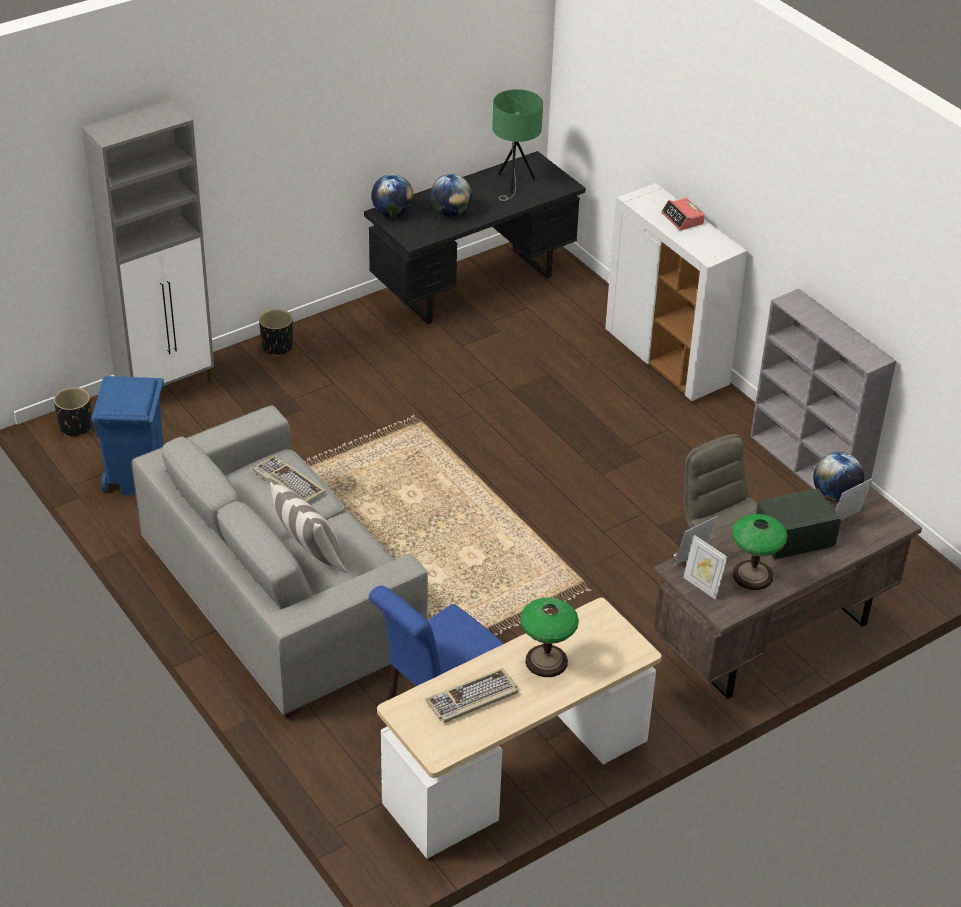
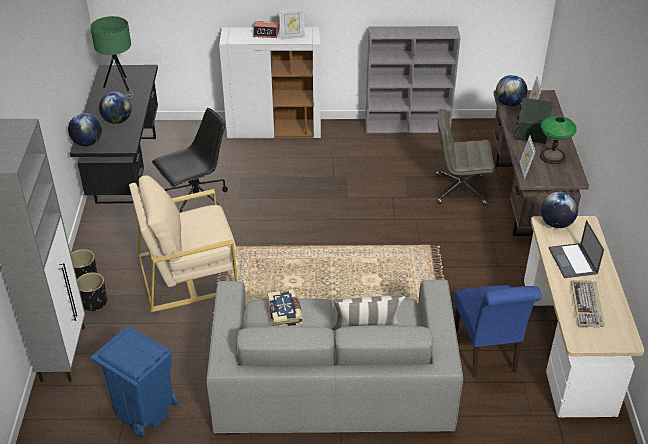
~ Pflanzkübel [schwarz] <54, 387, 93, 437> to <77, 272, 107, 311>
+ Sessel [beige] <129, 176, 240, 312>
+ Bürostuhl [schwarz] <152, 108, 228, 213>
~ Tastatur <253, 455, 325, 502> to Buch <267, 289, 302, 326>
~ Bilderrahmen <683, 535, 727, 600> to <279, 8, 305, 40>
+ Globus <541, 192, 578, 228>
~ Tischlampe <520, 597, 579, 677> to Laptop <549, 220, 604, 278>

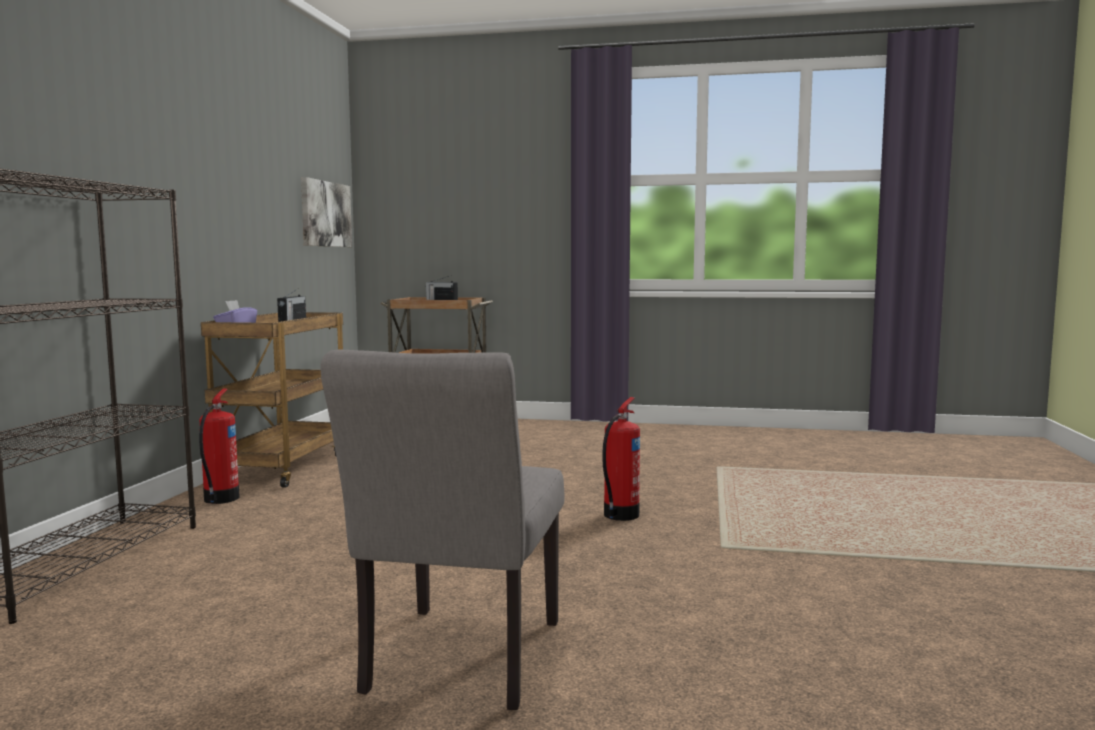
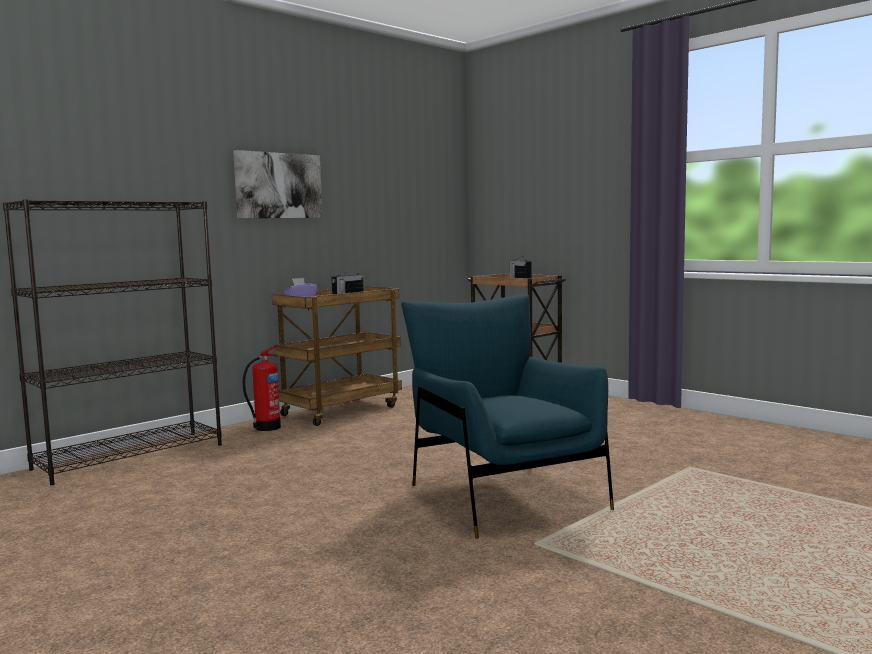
~ Bild <301, 177, 352, 247> to <233, 150, 322, 218>
~ Feuerlöscher <602, 397, 640, 521> to Sessel [blau] <401, 294, 614, 539>
- Stuhl [grau] <321, 350, 564, 710>

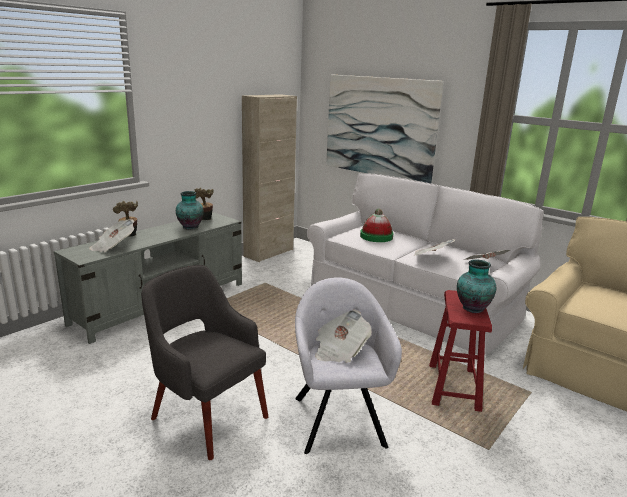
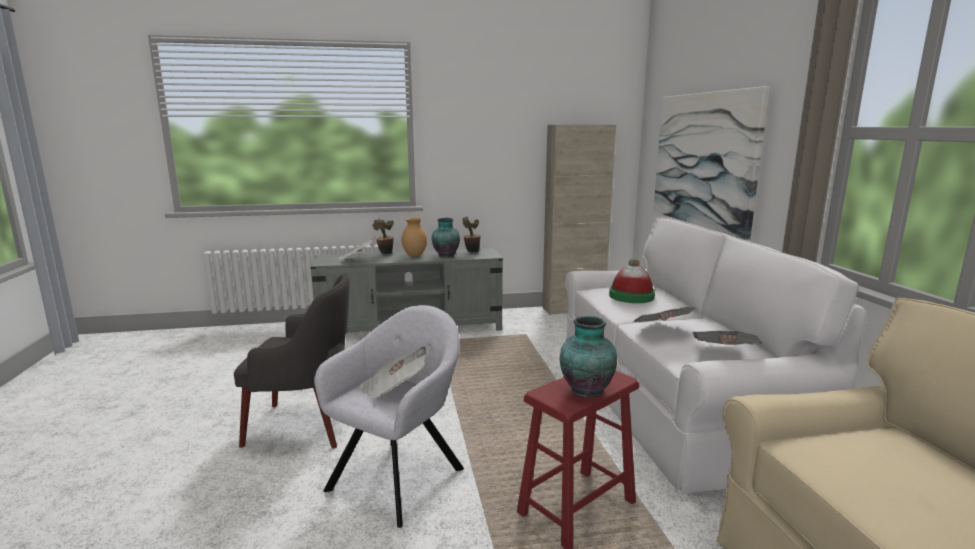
~ Sessel [grau] <141, 265, 268, 460> = <234, 273, 349, 449> 105 degrees clockwise
+ Vase [braun] <402, 218, 427, 257>

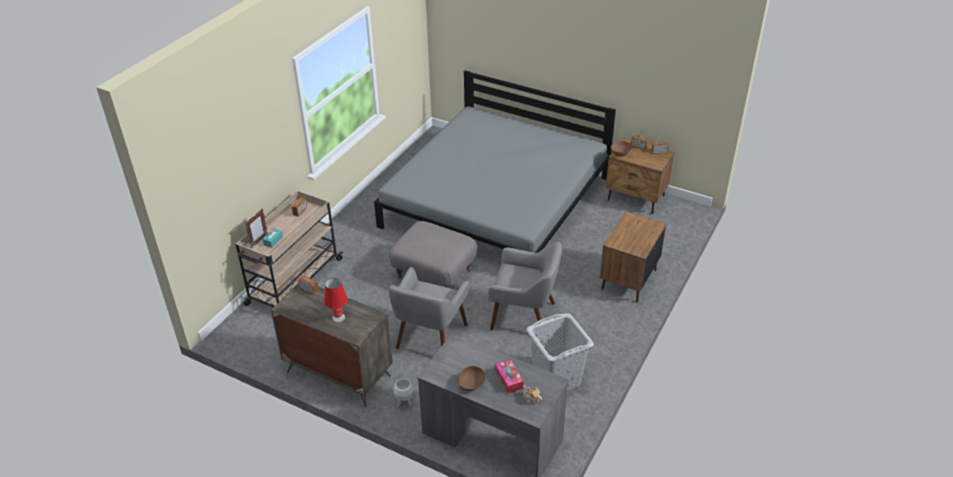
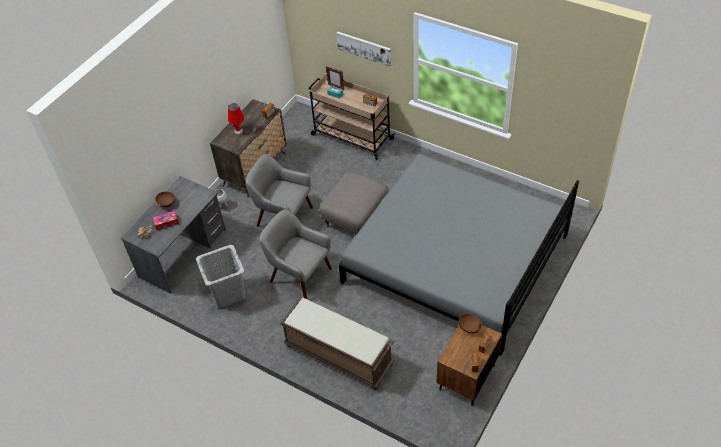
~ Sessel [grau] <488, 242, 562, 331> = <259, 209, 332, 299> 105 degrees clockwise
~ Nachttisch [braun] <600, 212, 666, 302> to Bank [braun] <280, 297, 395, 390>
+ Bild <336, 32, 391, 67>

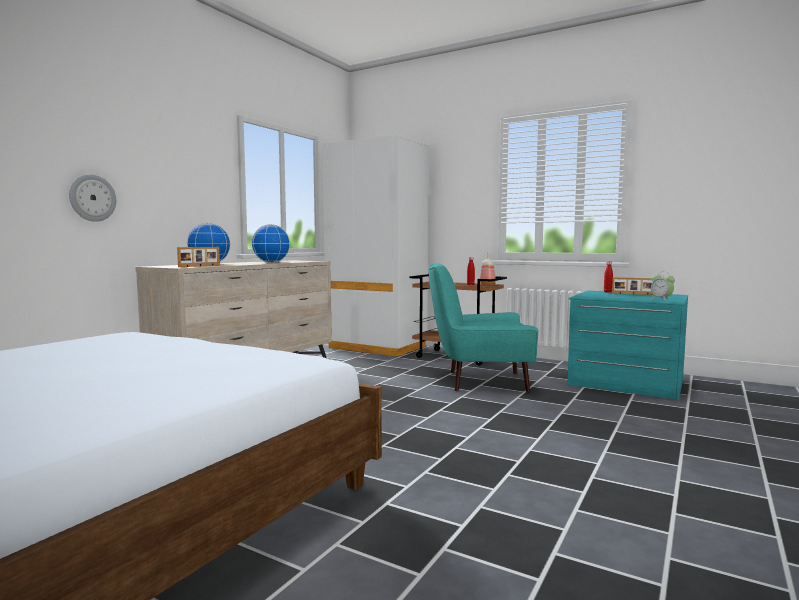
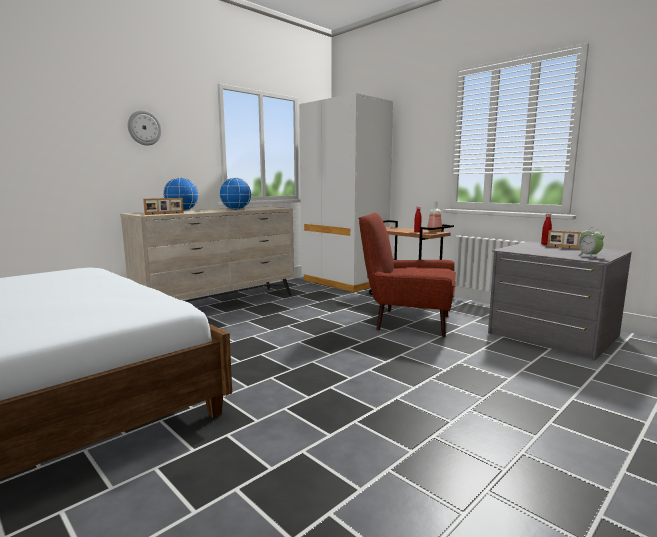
~ Wanduhr <69, 174, 116, 222> to <128, 110, 162, 146>
~ Sessel [türkis] <428, 263, 538, 392> to Sessel [rot] <359, 213, 456, 337>
~ Kommode [türkis] <567, 291, 688, 400> to Kommode [grau] <488, 242, 632, 361>

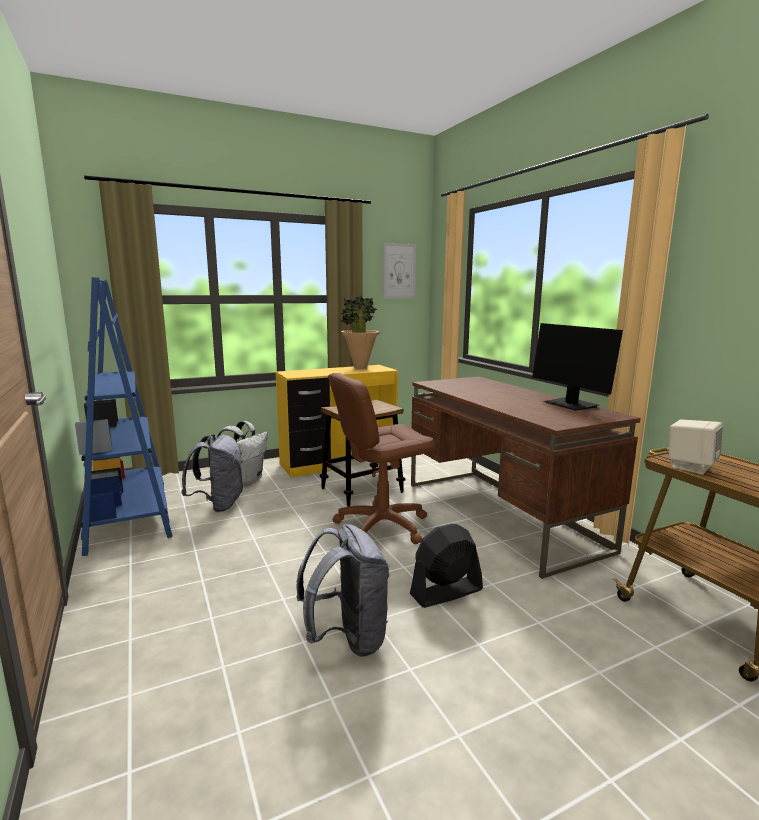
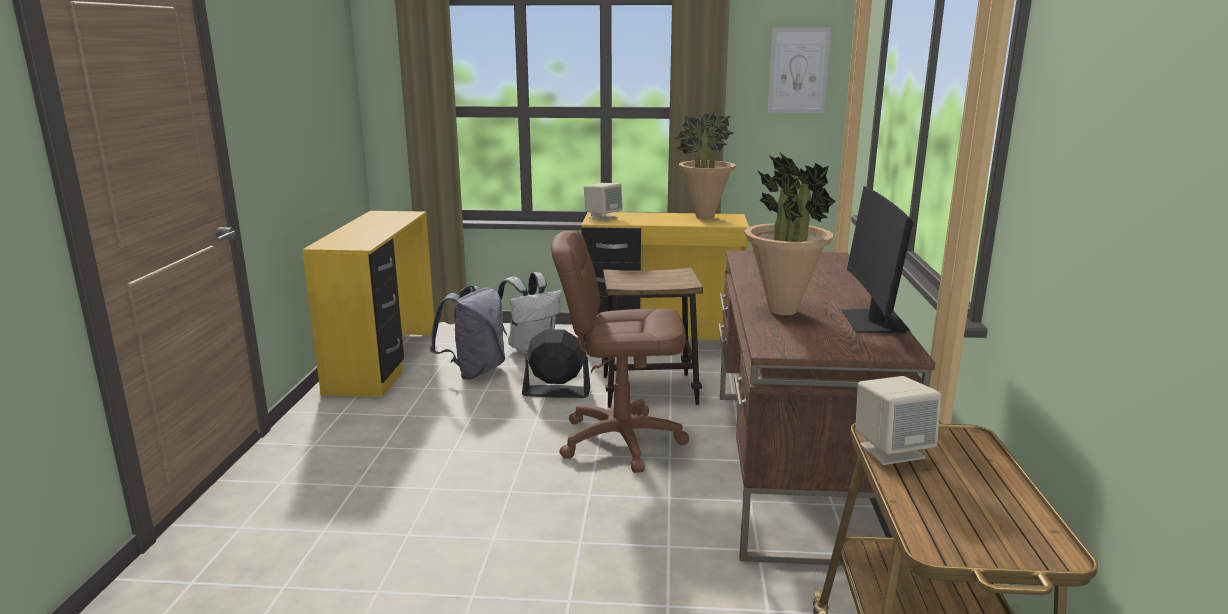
~ Bücherregal [blau] <75, 277, 173, 556> to Schreibtisch [gelb] <302, 211, 434, 398>
~ Ventilator [schwarz] <410, 524, 483, 608> to <522, 329, 590, 398>
+ Lautsprecher [beige] <584, 183, 623, 221>
+ Topfpflanze <744, 153, 836, 315>
- Rucksack [grau] <296, 524, 389, 657>

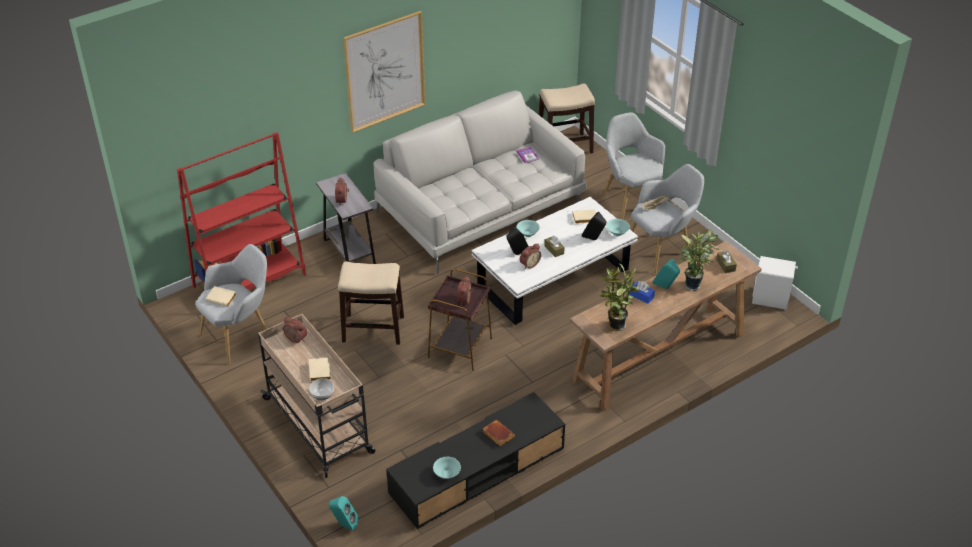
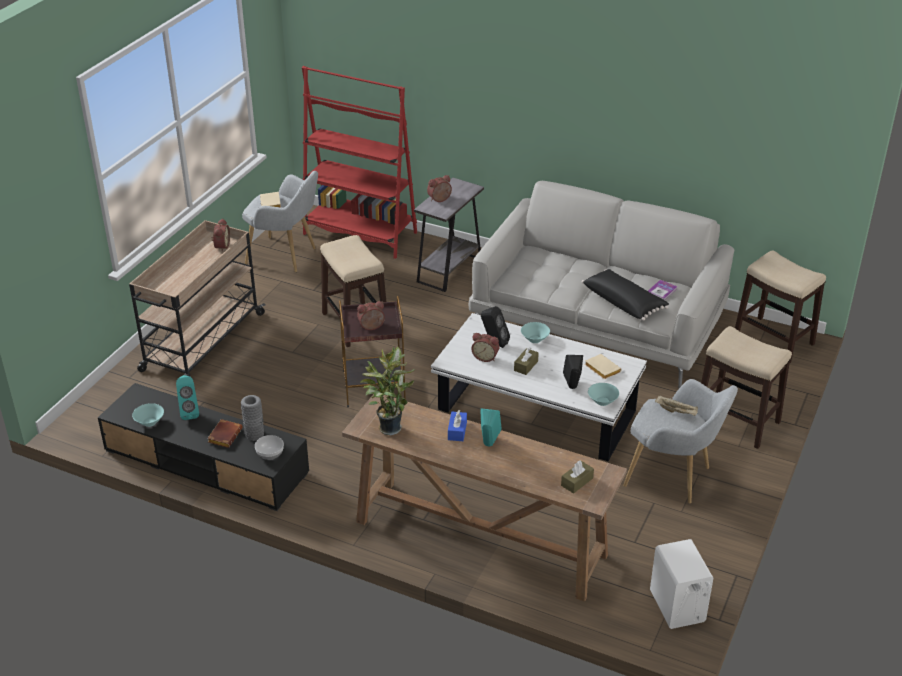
~ Lautsprecher [türkis] <329, 496, 359, 531> to <176, 375, 199, 420>
+ Vase [grau] <241, 395, 264, 441>
~ Schüssel <309, 378, 334, 400> to <255, 435, 284, 460>
+ Kissen [schwarz] <582, 269, 669, 321>
~ Sessel [grau] <604, 112, 665, 220> to Hocker <701, 326, 792, 449>
- Buch [beige] <308, 358, 331, 381>
- Bild <343, 11, 426, 133>
- Topfpflanze <680, 229, 721, 291>

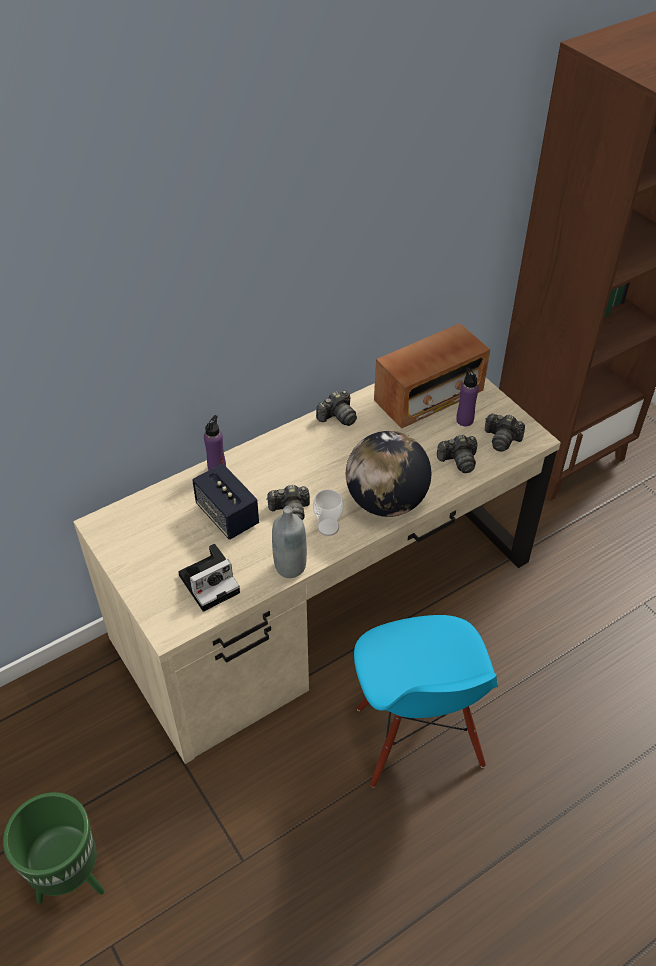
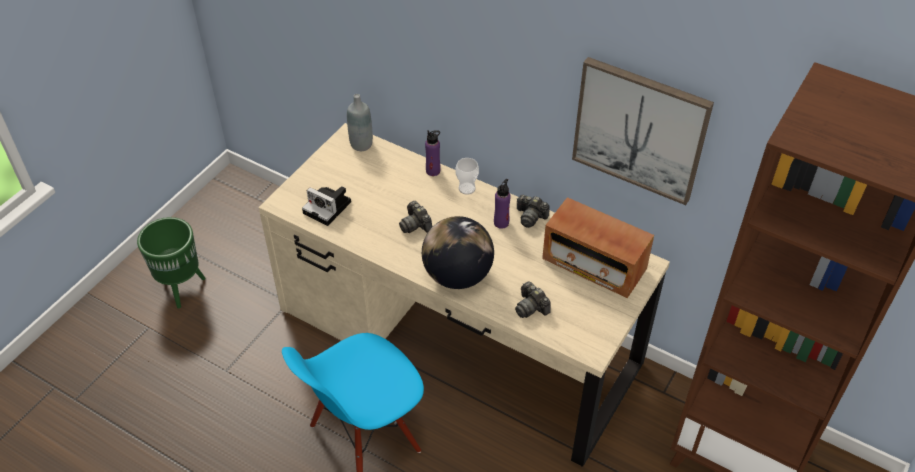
~ Flasche [grau] <272, 506, 307, 578> to <347, 94, 373, 151>
~ Tasse <313, 489, 344, 536> to <455, 158, 479, 195>
~ Flasche [lila] <456, 367, 479, 426> to <494, 179, 511, 229>
+ Bild <572, 57, 714, 205>
- Lautsprecher <192, 463, 259, 540>
- Kamera <485, 414, 525, 452>

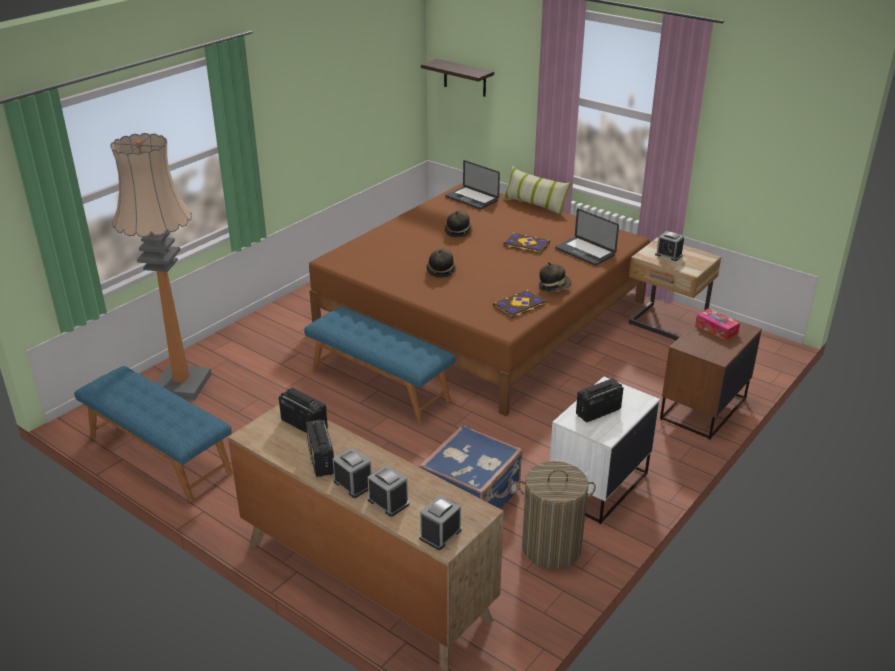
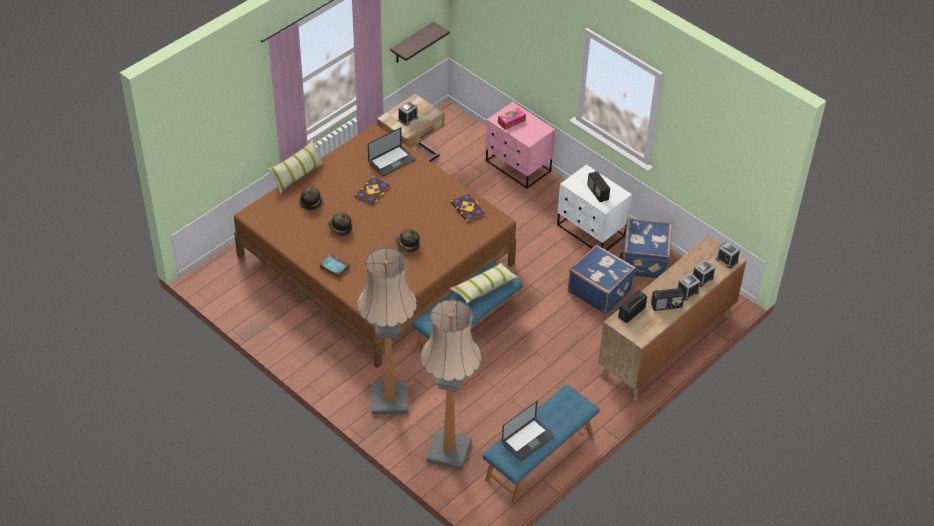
~ Hut <539, 262, 571, 292> to <300, 187, 323, 210>
+ Buch <320, 254, 350, 278>
+ Stehlampe <357, 247, 417, 415>
~ Wandregal <421, 59, 494, 97> to <390, 22, 450, 63>
+ Kissen <450, 263, 519, 304>
~ Nachttisch [braun] <660, 318, 762, 440> to Nachttisch [rosa] <486, 102, 555, 189>
~ Laptop <445, 160, 500, 209> to <502, 401, 555, 461>
~ Wäschekorb <517, 461, 596, 569> to Koffer [blau] <619, 218, 672, 279>

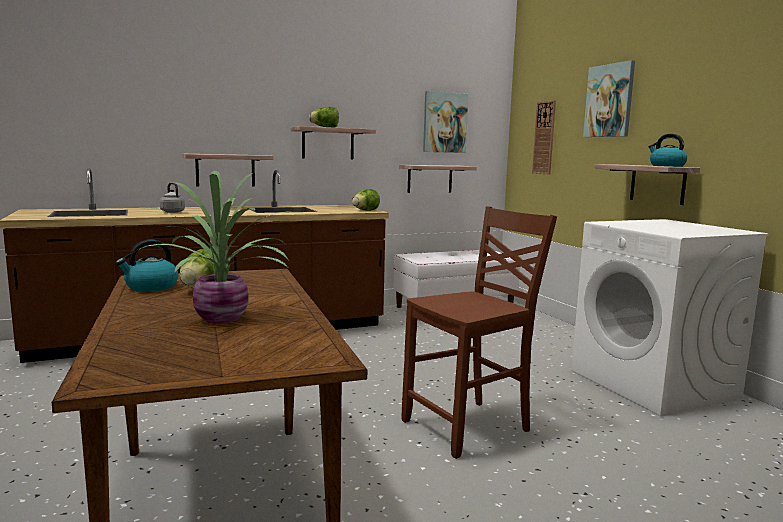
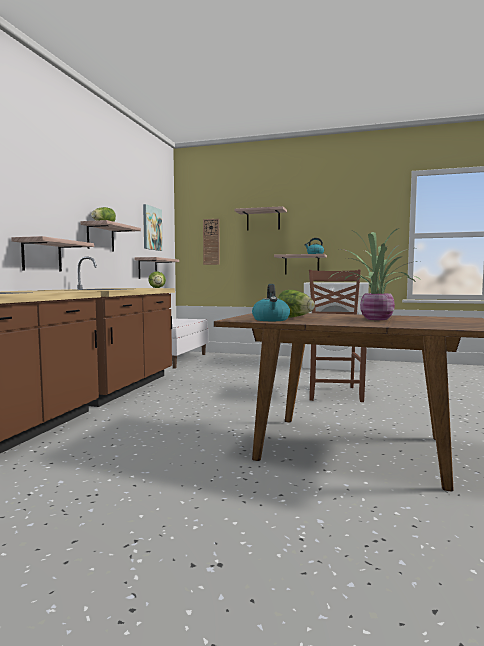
~ Bild <583, 60, 635, 137> to Wandregal <234, 206, 287, 231>
- Wasserkessel [grau] <160, 183, 185, 213>

